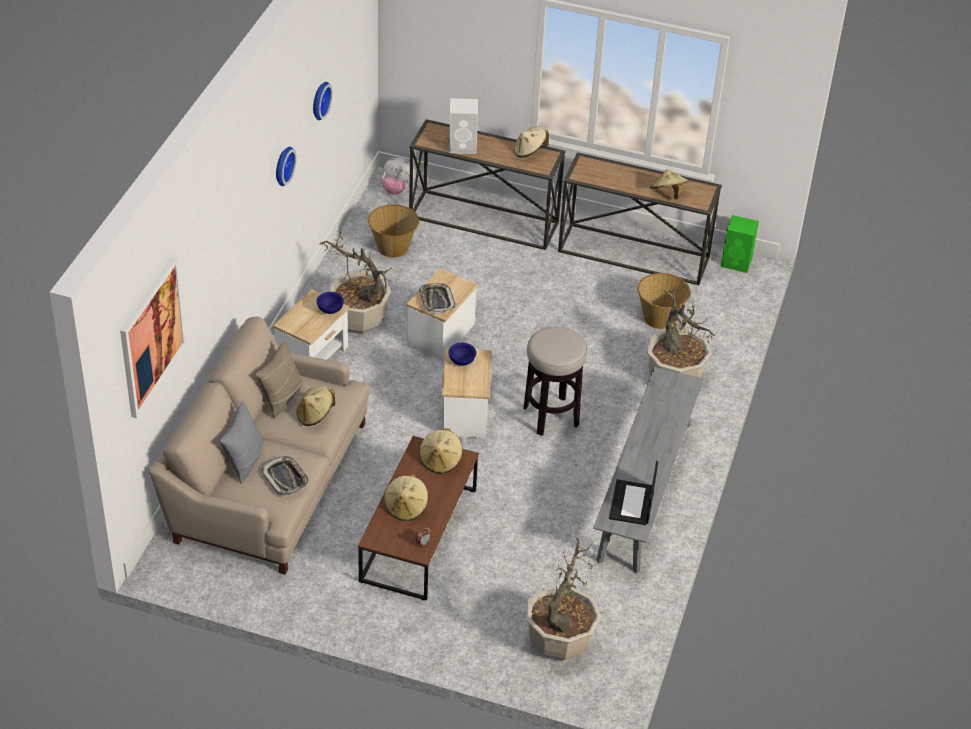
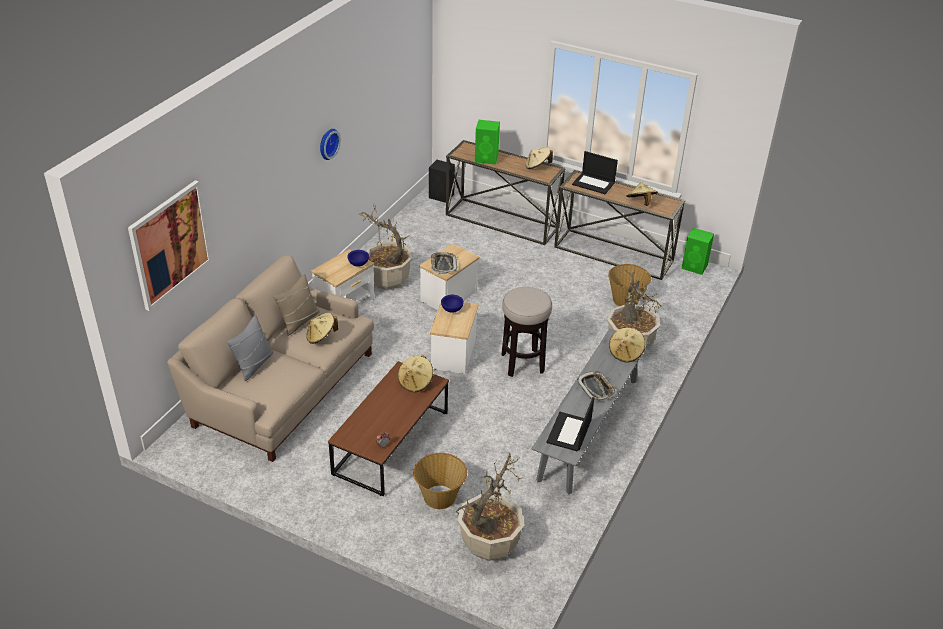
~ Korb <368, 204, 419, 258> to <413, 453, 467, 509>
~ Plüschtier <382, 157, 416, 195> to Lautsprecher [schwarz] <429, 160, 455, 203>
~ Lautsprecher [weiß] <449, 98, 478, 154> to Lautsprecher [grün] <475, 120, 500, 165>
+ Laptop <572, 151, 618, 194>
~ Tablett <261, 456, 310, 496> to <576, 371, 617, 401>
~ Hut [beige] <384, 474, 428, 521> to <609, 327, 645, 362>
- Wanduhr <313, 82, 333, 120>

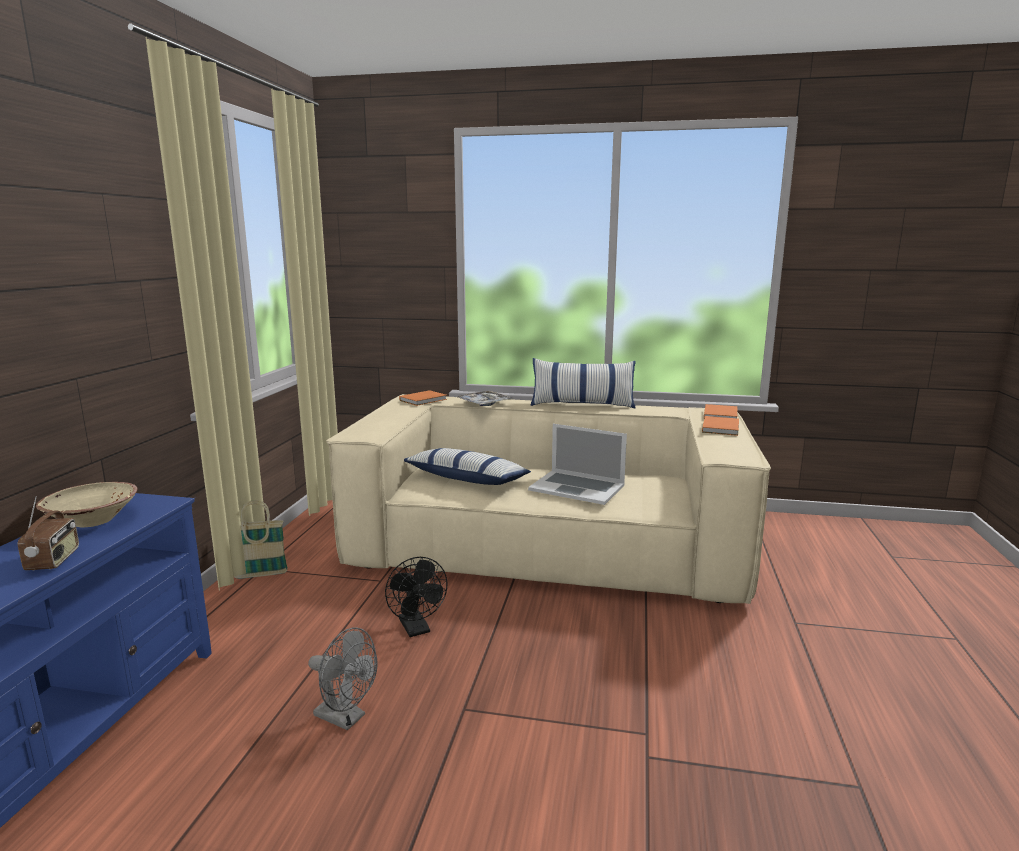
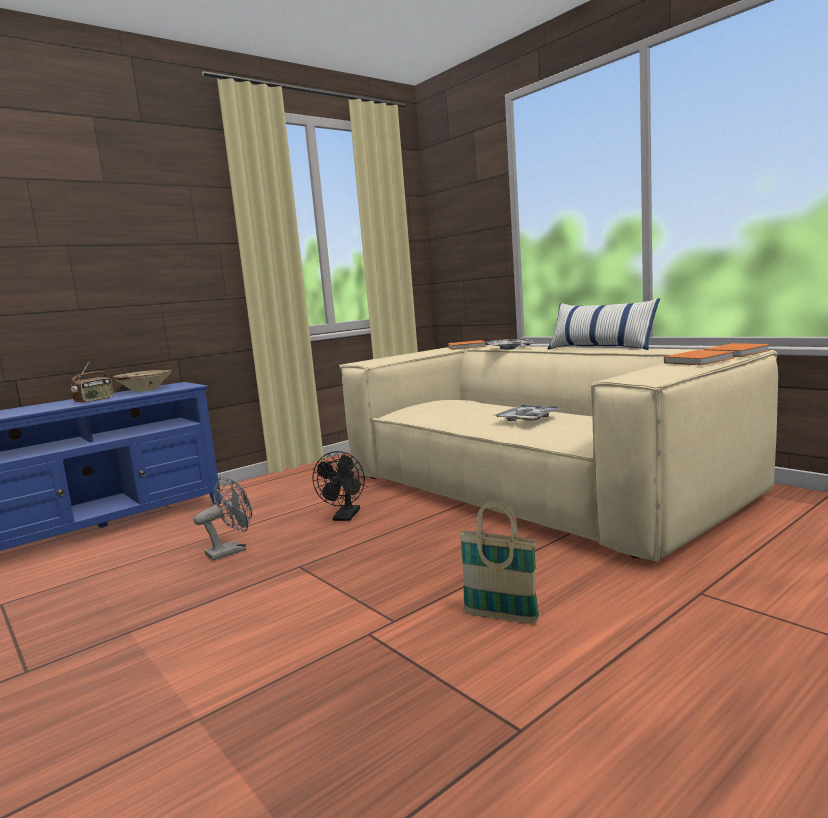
~ Ventilator [grau] <308, 627, 377, 731> = <194, 476, 252, 561> 105 degrees counterclockwise
~ Korb <234, 500, 288, 579> to <459, 501, 540, 623>
~ Laptop <528, 424, 627, 505> to Tablett <495, 404, 563, 421>
- Kissen <404, 448, 531, 485>

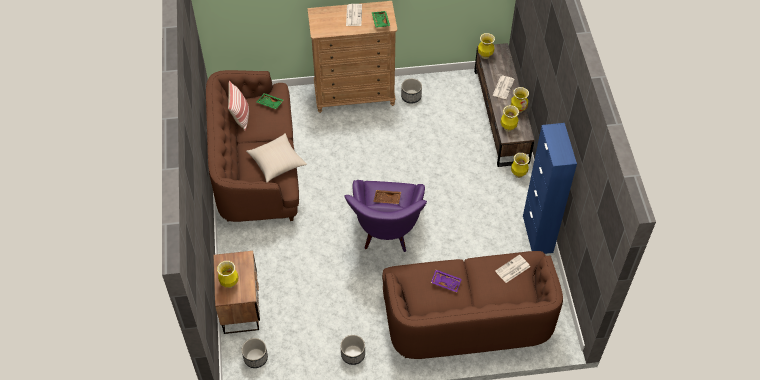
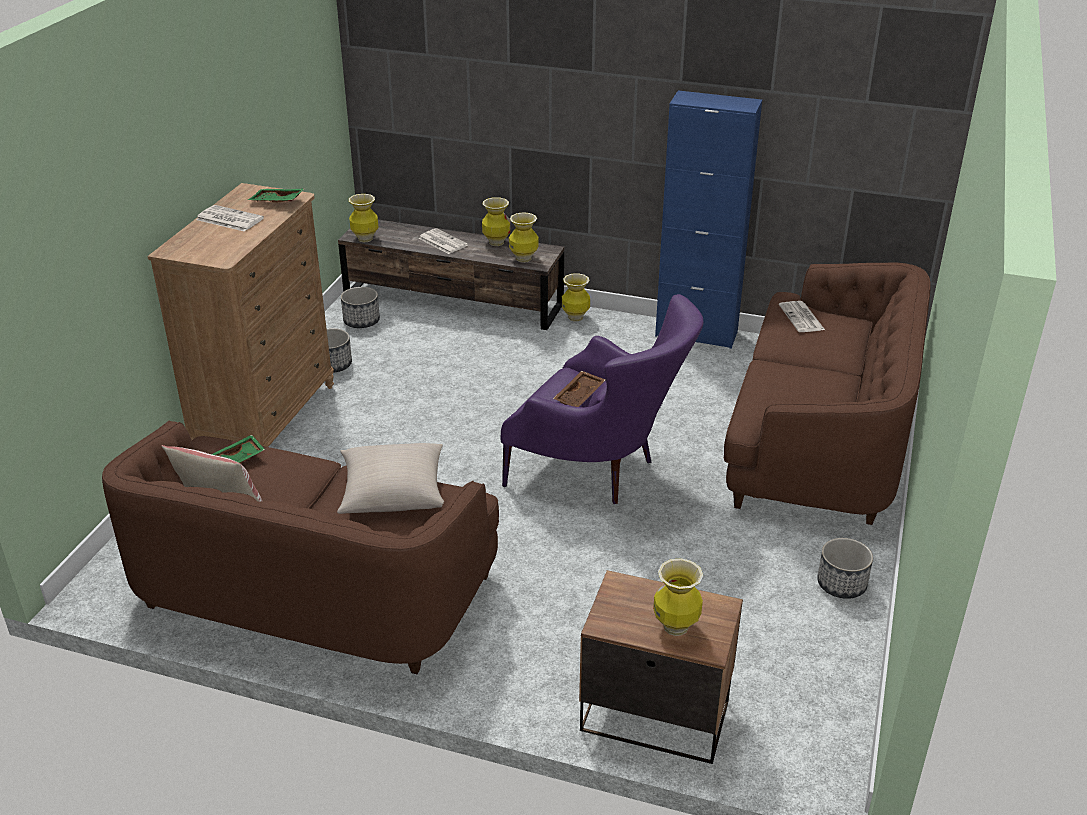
~ Pflanzkübel <242, 338, 268, 368> to <341, 287, 380, 328>
- Tablett [lila] <431, 270, 462, 292>

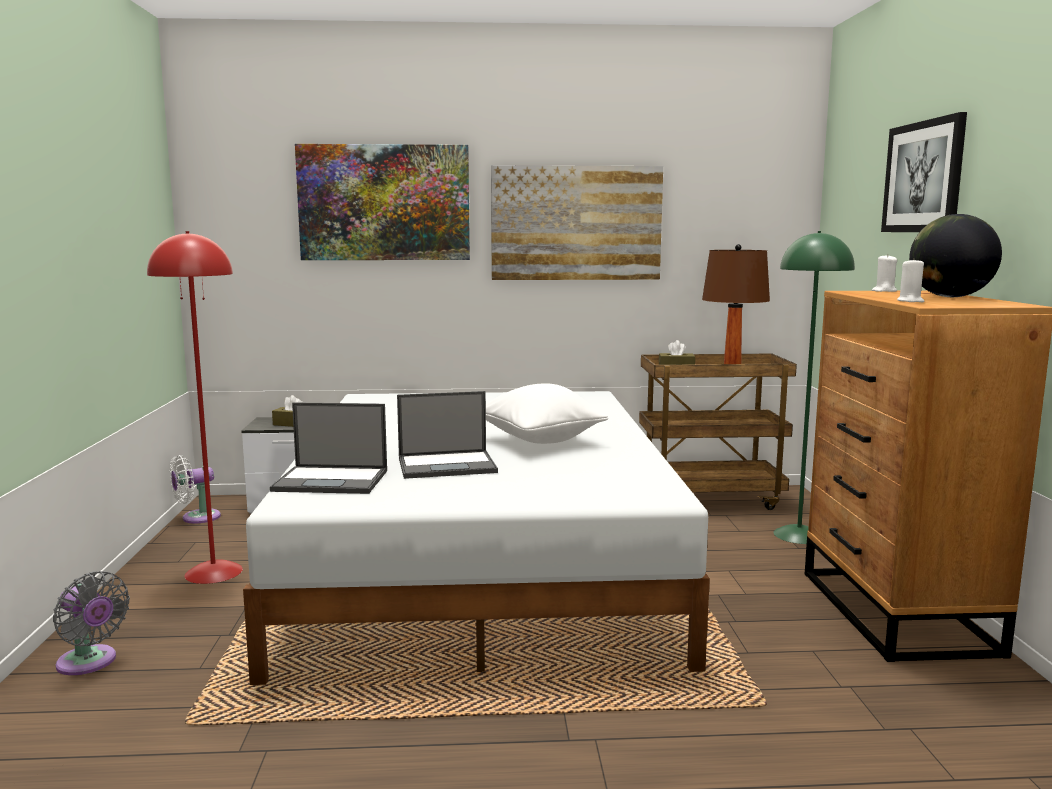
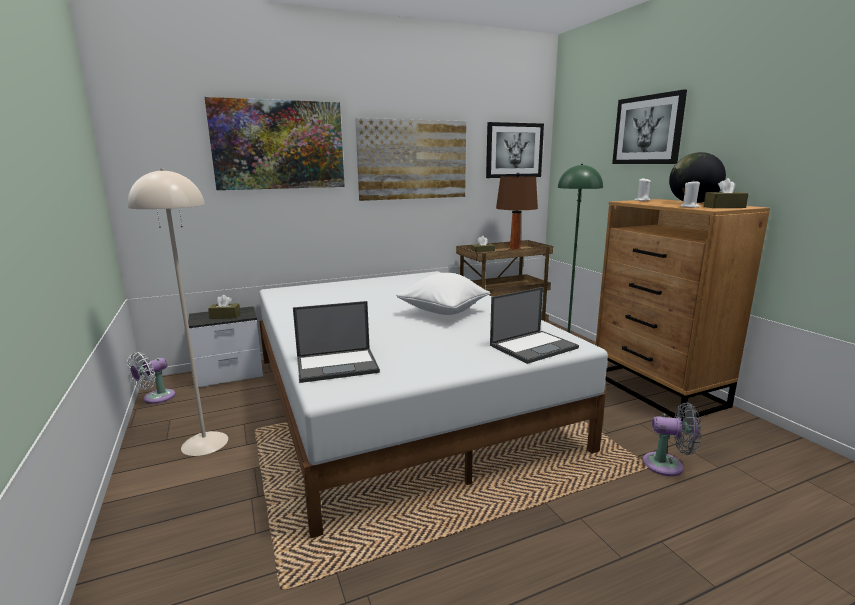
~ Stehlampe [rot] <147, 231, 243, 584> to Stehlampe [beige] <128, 169, 228, 456>
+ Bild <486, 122, 544, 178>
~ Laptop <397, 391, 498, 479> to <490, 287, 579, 364>
~ Ventilator [grau] <53, 571, 130, 675> to <643, 402, 701, 476>
+ Taschentuchbox [braun] <703, 178, 749, 208>

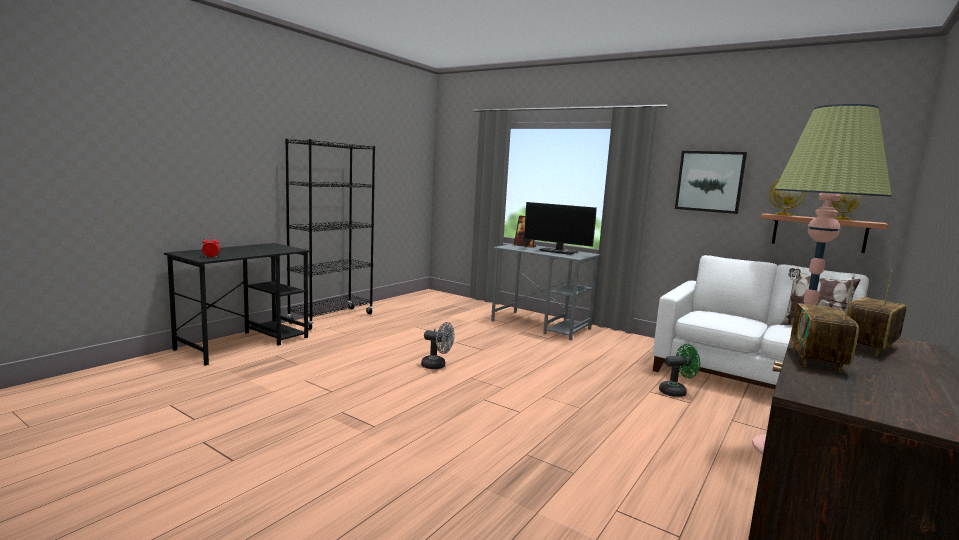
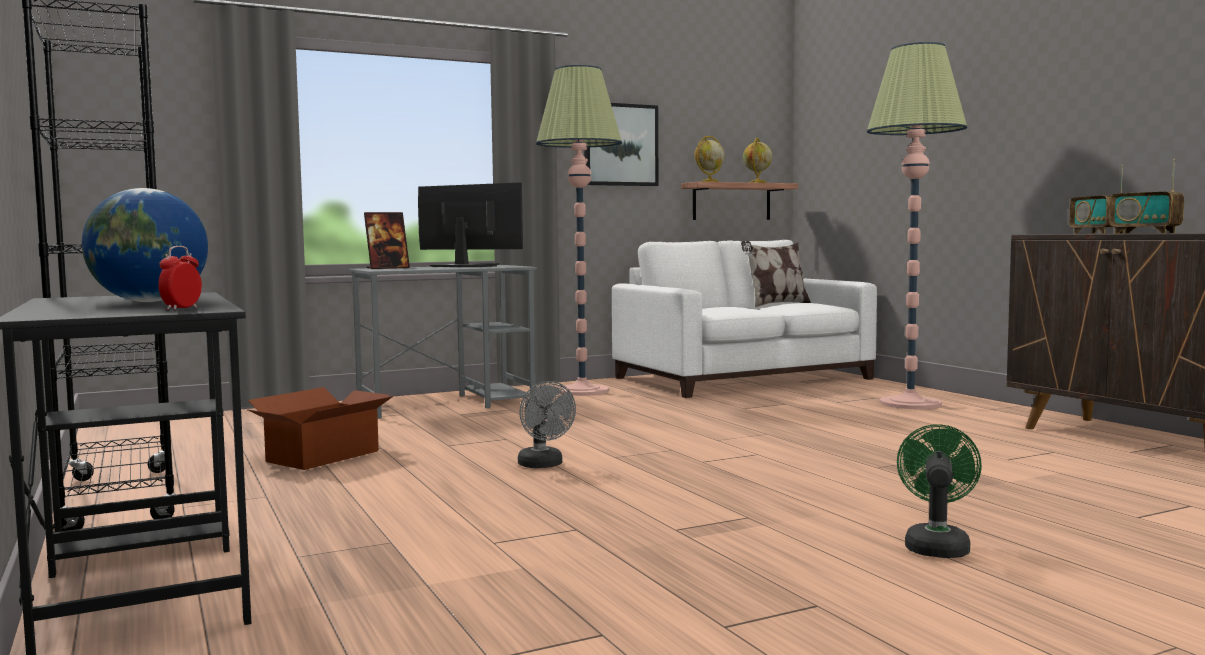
+ Globus <82, 188, 208, 302>
+ Karton <247, 387, 393, 470>
~ Monitor <524, 202, 597, 255> = <418, 182, 523, 267> 120 degrees counterclockwise
~ Ventilator [grau] <421, 322, 454, 369> = <518, 381, 576, 468> 105 degrees clockwise
+ Stehlampe <536, 65, 622, 396>
~ Ventilator [grün] <659, 344, 700, 397> to <897, 424, 982, 558>

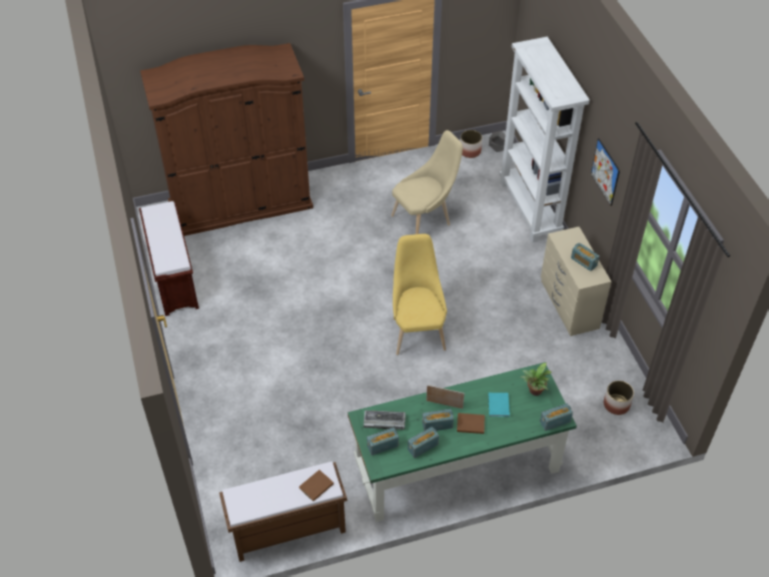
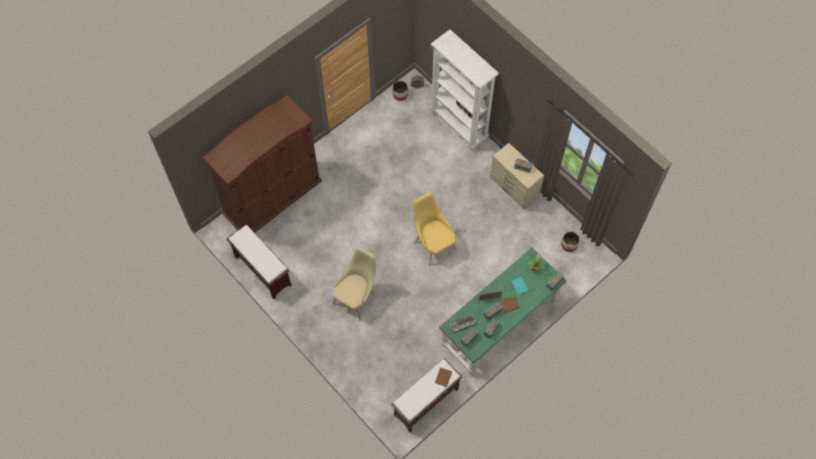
~ Stuhl [beige] <391, 130, 463, 234> to <333, 247, 376, 320>
- Bild <591, 138, 620, 206>

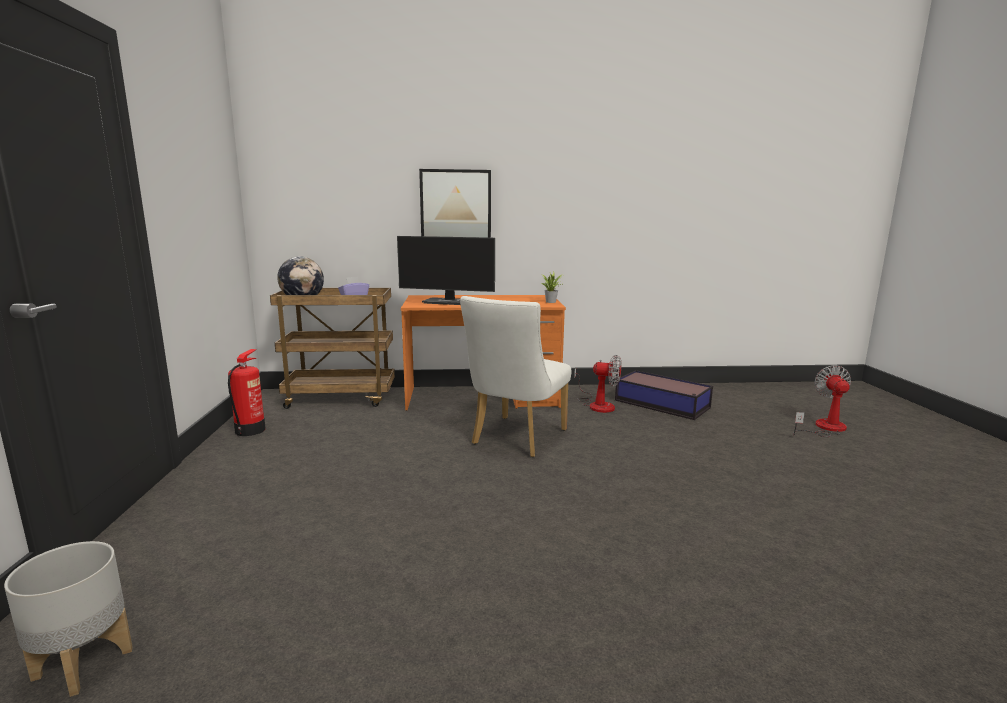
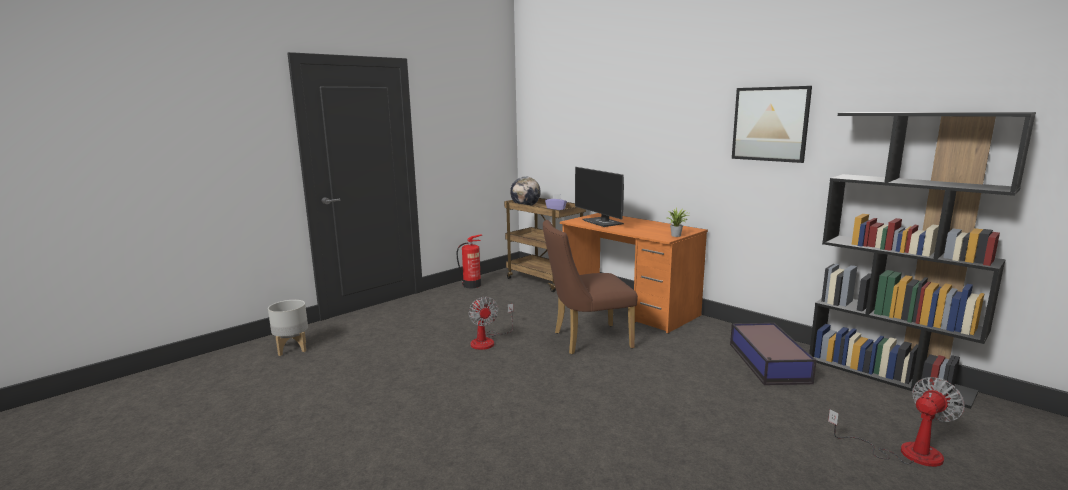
~ Ventilator <574, 355, 621, 413> to <468, 297, 513, 350>
~ Stuhl [weiß] <460, 296, 571, 457> to Stuhl [braun] <543, 220, 638, 355>
~ Bild <419, 169, 491, 238> to <732, 86, 812, 163>
+ Bücherregal [schwarz] <809, 112, 1036, 409>

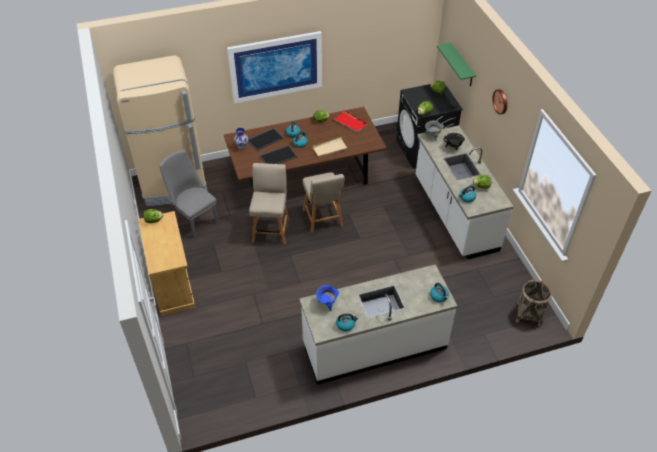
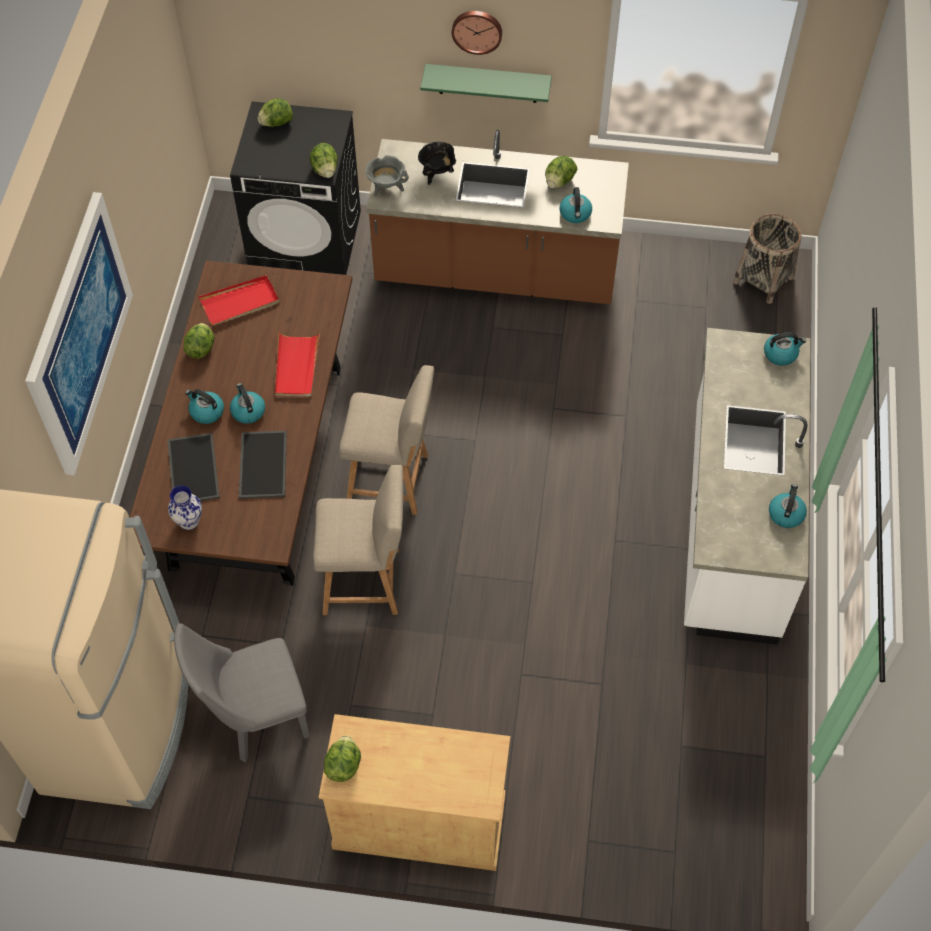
~ Tablett [beige] <312, 137, 348, 158> to Tablett [rot] <275, 333, 320, 396>
~ Stuhl [beige] <249, 163, 289, 244> = <313, 465, 403, 615> 150 degrees clockwise
~ Küchenzeile [weiß] <416, 125, 514, 260> to Küchenzeile [braun] <366, 130, 629, 305>
~ Wandregal [grün] <437, 43, 476, 86> to <420, 64, 552, 103>
- Kochtopf [blau] <316, 285, 339, 311>

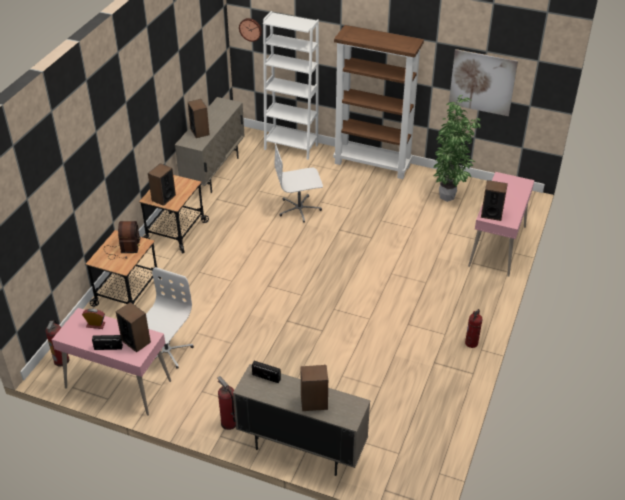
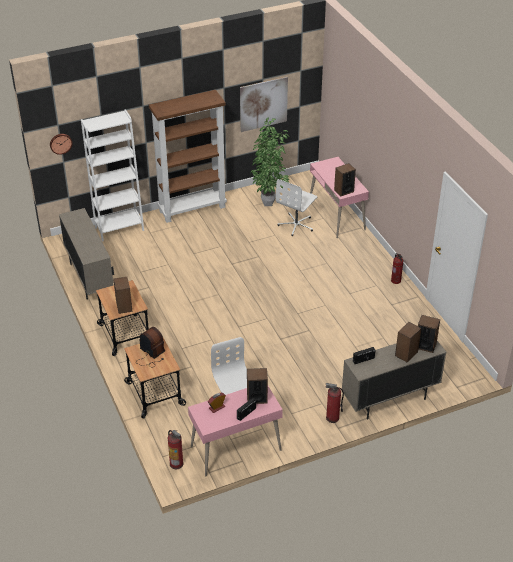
~ Bürostuhl [weiß] <275, 143, 323, 223> to <276, 179, 317, 236>
~ Lautsprecher <188, 99, 210, 138> to <418, 315, 440, 353>

